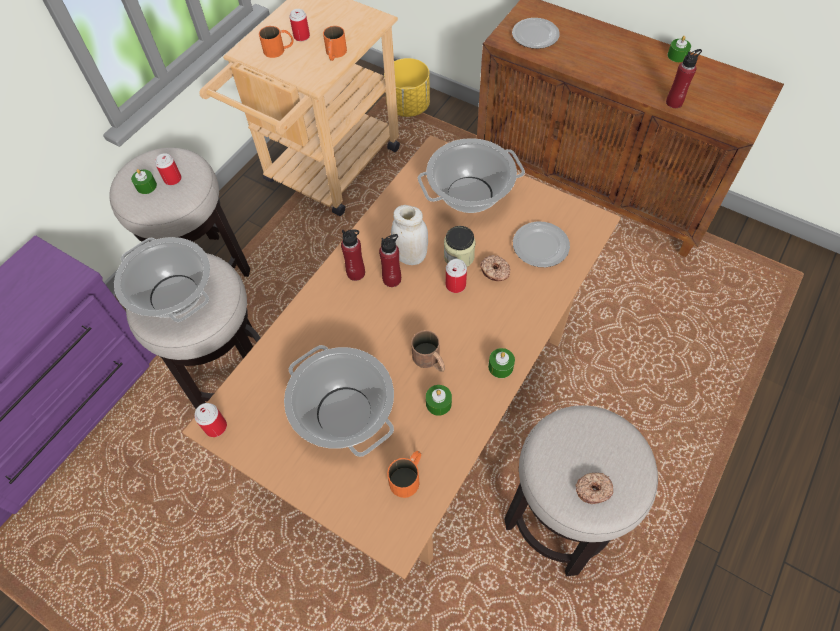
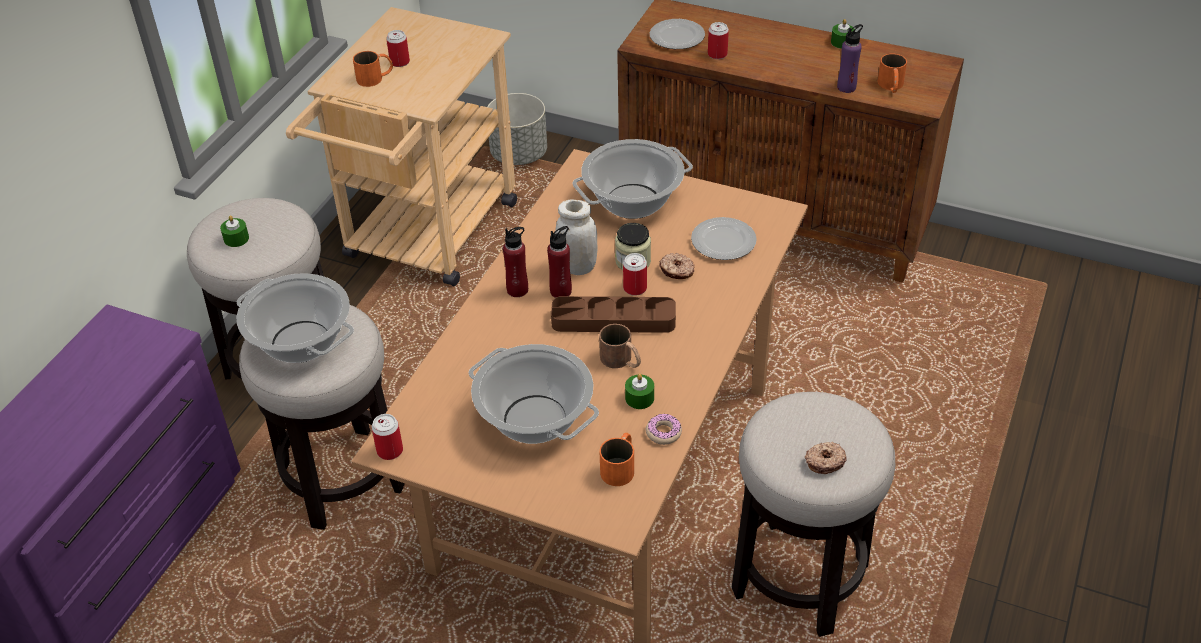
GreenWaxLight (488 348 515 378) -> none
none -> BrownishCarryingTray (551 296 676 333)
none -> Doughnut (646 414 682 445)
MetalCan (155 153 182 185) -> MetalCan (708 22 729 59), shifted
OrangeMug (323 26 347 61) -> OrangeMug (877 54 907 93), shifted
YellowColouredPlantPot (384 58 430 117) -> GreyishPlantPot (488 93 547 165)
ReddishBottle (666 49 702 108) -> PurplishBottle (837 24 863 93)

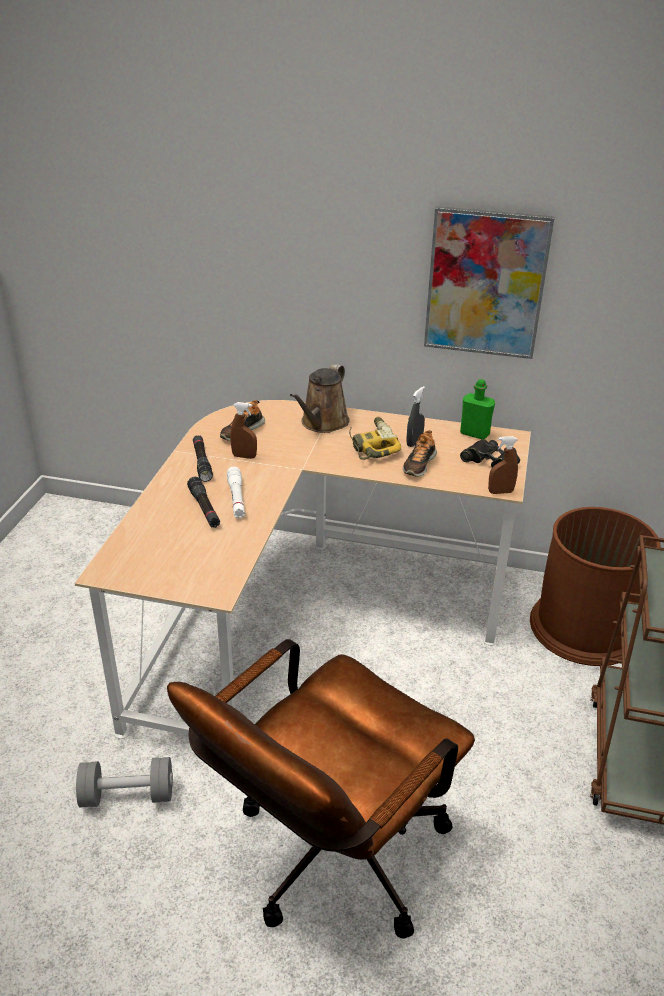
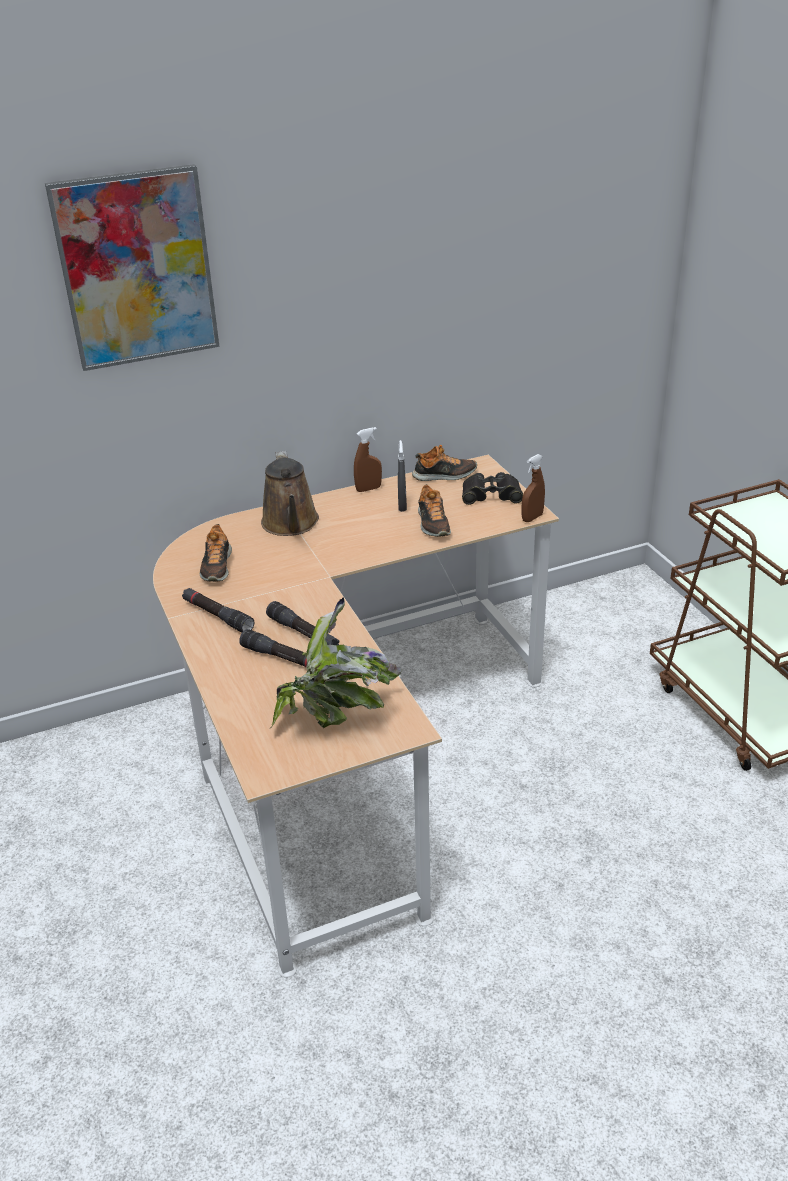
GreyishHandWeight (76 757 173 807) -> none
BrownishOfficeChair (167 639 475 938) -> none
PowerDrill (349 417 401 460) -> none
BrownishWasteBin (530 507 661 666) -> none
none -> PlantInAPot (269 597 401 729)
BrownishSprayBottle (230 402 257 459) -> BrownishSprayBottle (354 427 382 492), shifted
Picture (424 206 555 359) -> Picture (45 164 219 371), shifted
GreenBottle (460 379 495 440) -> LowShoe (412 445 477 481)
WhitishTorch (227 467 245 519) -> BlackColouredTorch (266 601 340 645)

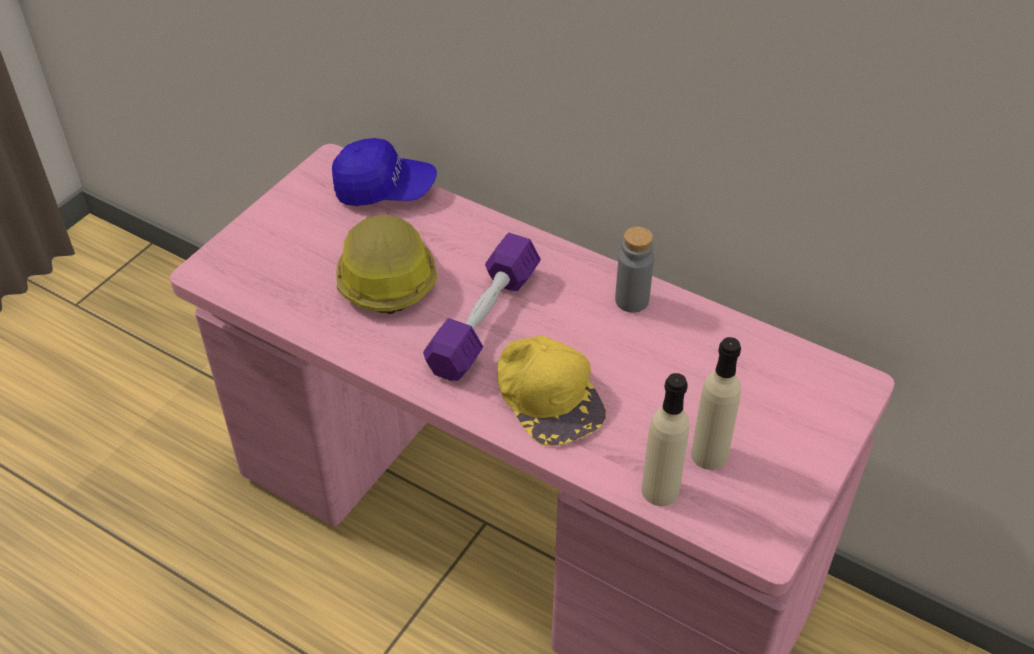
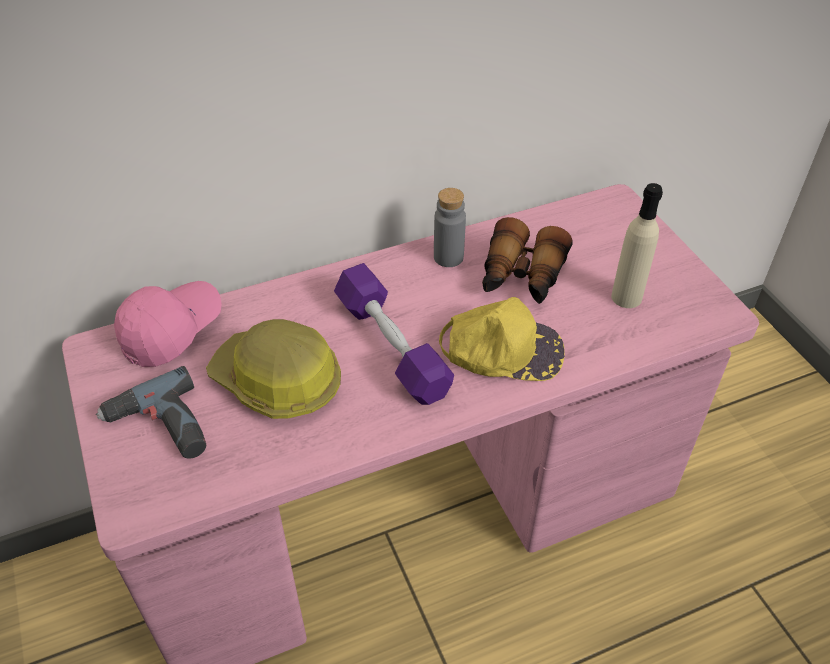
SandColouredBottle (642 373 689 506) -> none
none -> PowerDrill (96 366 206 458)
none -> Binoculars (482 217 573 304)
BlueCap (332 138 437 206) -> PinkCap (114 281 222 367)

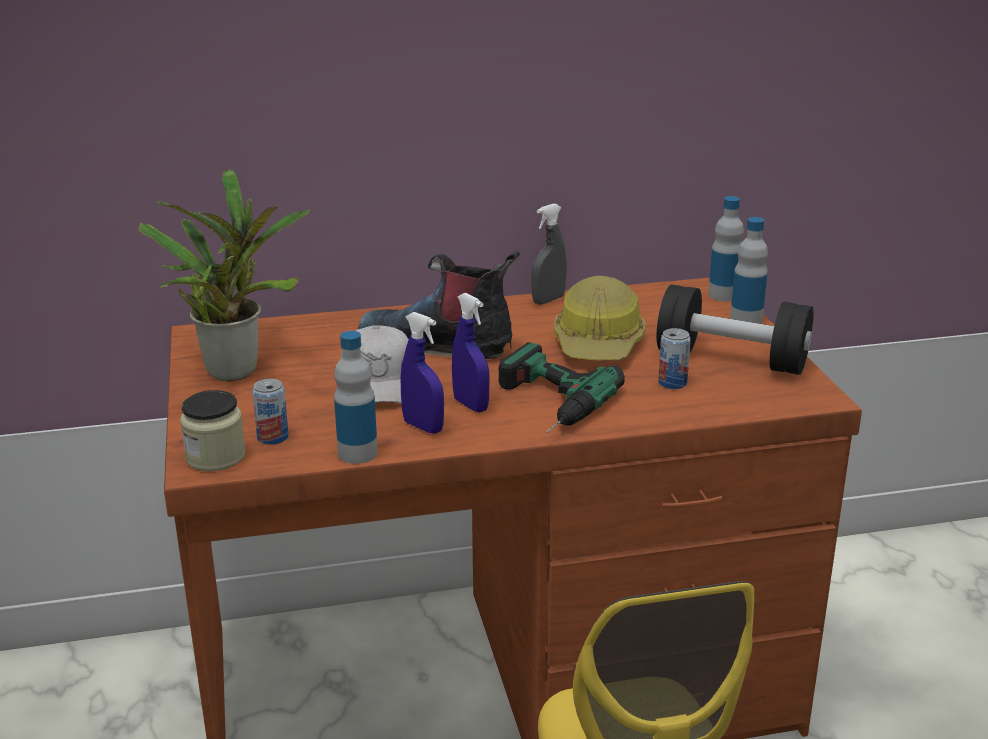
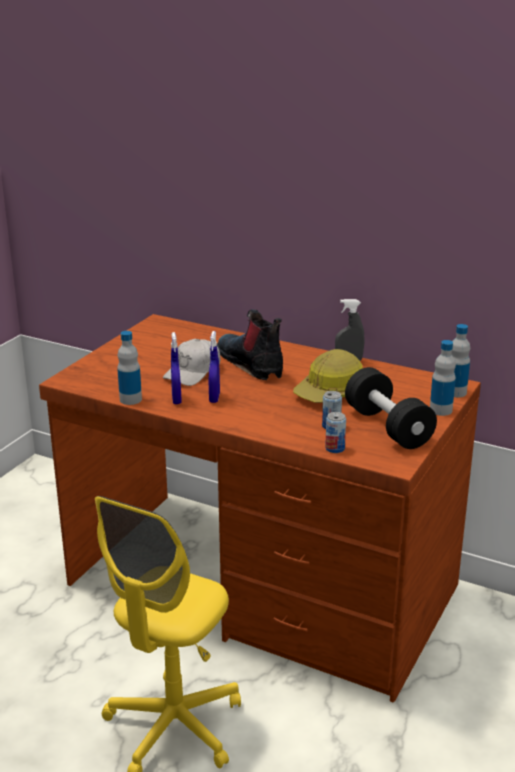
PlantInAPot (139 169 310 381) -> none
StorageJar (180 390 245 471) -> none
PowerDrill (499 342 625 433) -> none
MetalCan (252 379 289 445) -> MetalCan (325 412 346 453), shifted

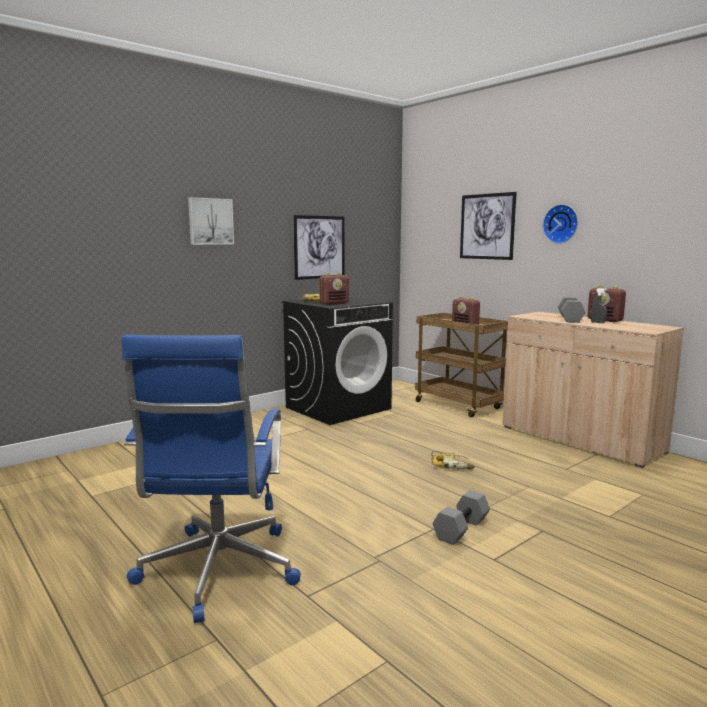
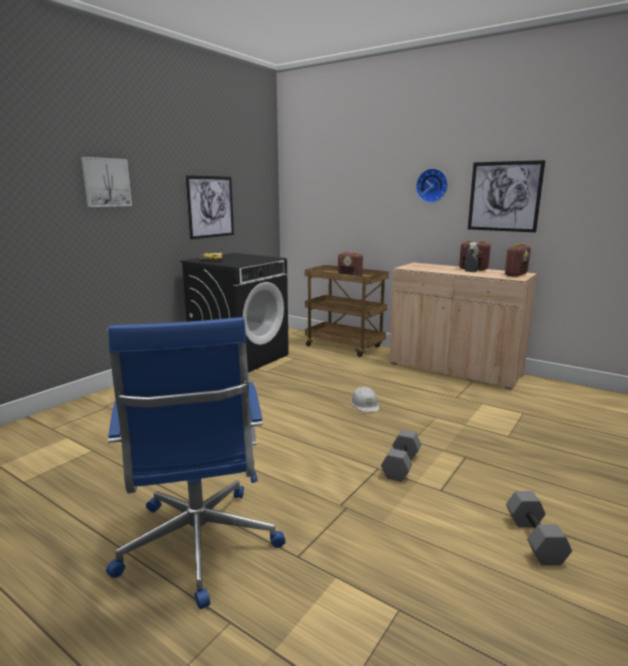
Radio (319 273 349 305) -> Radio (505 243 531 277), shifted
Picture (460 192 517 260) -> Picture (468 160 545 232), shifted
GreyishHandWeight (558 297 586 323) -> GreyishHandWeight (506 491 572 566), shifted
PowerDrill (431 451 475 470) -> WhitishSafetyHelmet (350 386 379 412)

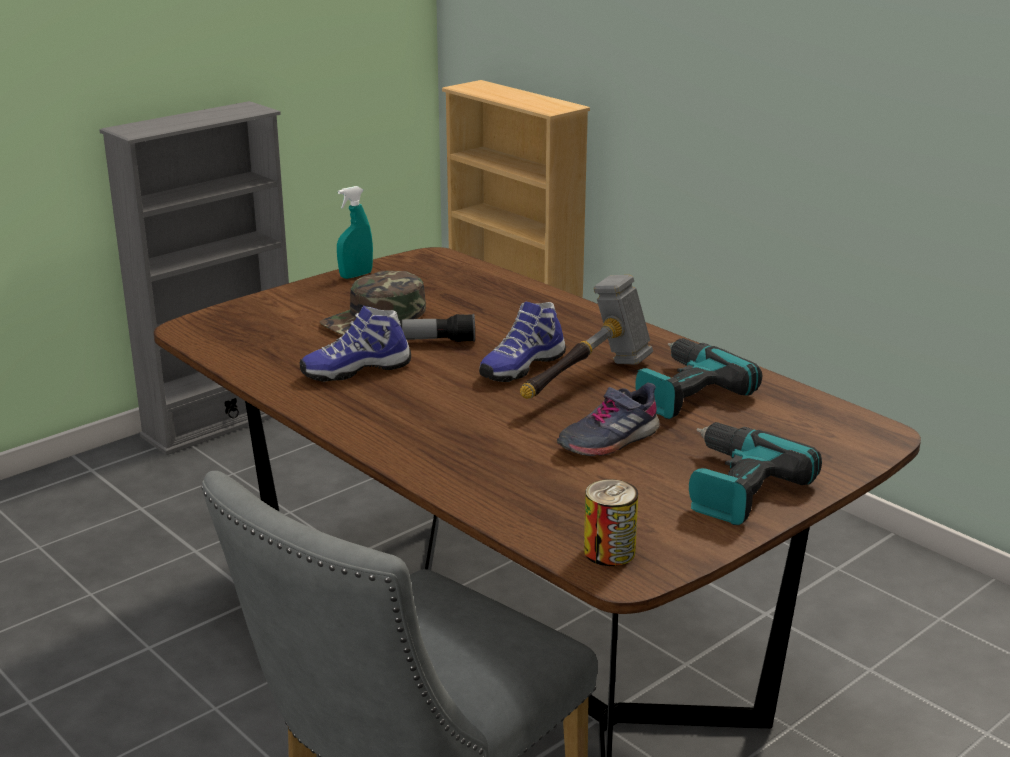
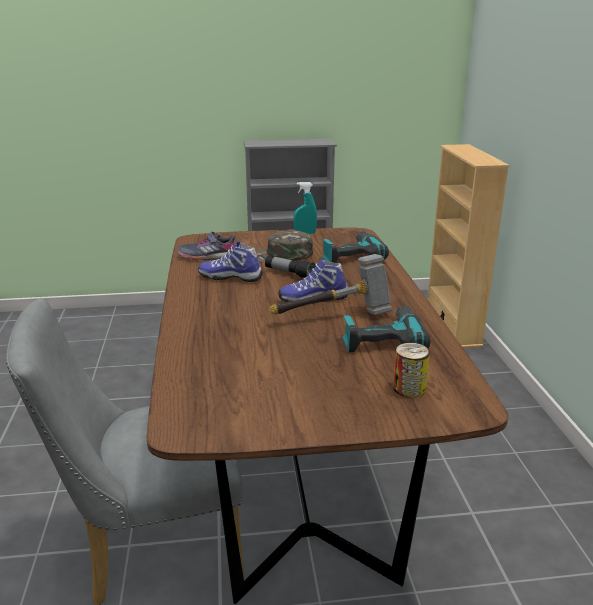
GreyishLowShoe (557 382 660 456) -> GreyishLowShoe (177 232 235 260), shifted
MetalCan (584 479 638 566) -> MetalCan (393 343 430 398), shifted
PowerDrill (689 422 822 525) -> PowerDrill (322 231 389 263), shifted

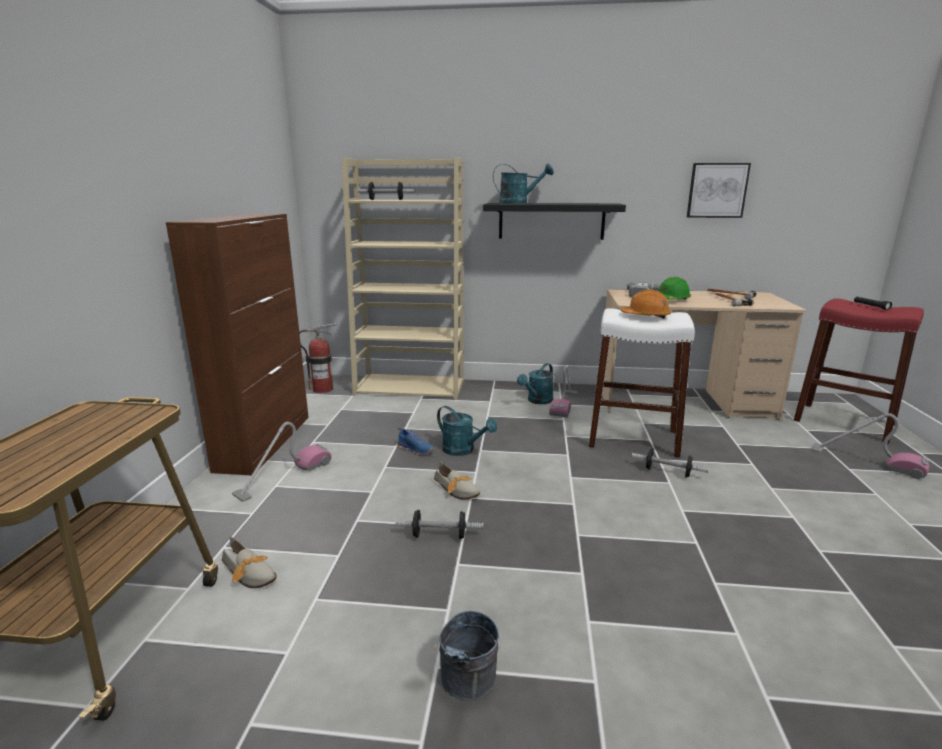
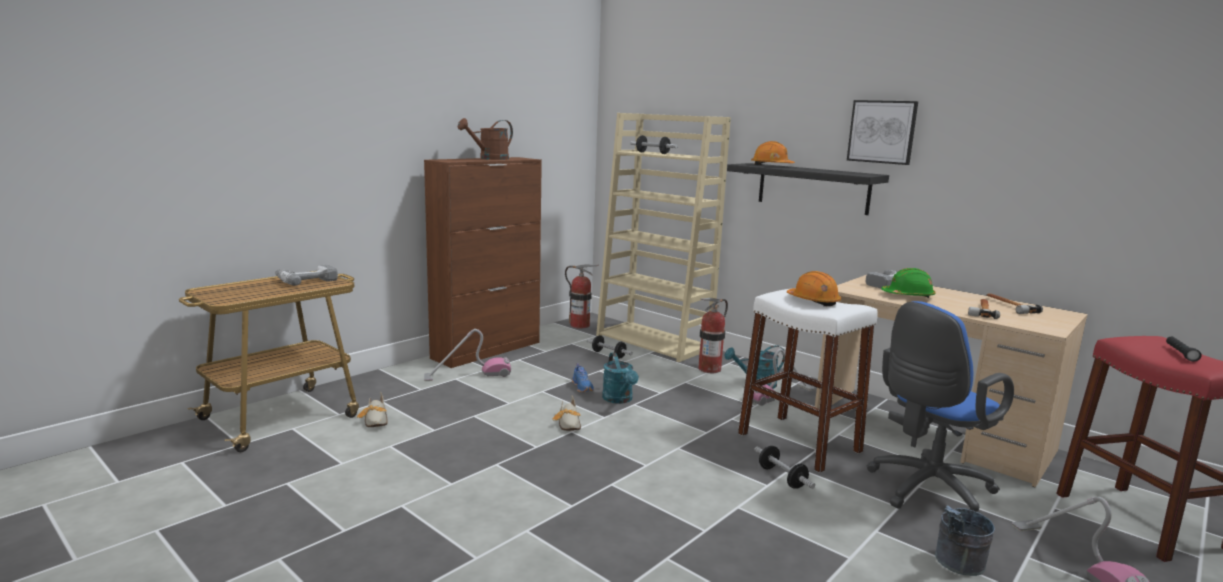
none -> PowerDrill (275 264 338 286)
none -> BrownishWateringPot (458 118 513 160)
none -> FireFightingCylinder (698 298 728 373)
none -> BlueOfficeChair (866 301 1014 515)
HandWeight (395 510 483 539) -> HandWeight (587 335 633 359), shifted
GreyishWaterBucket (439 611 499 701) -> GreyishWaterBucket (935 505 995 576), shifted
Picture (687 163 751 218) -> Picture (847 100 918 165), shifted
BlueGreenWateringPot (493 164 553 204) -> OrangeSafetyHelmet (751 141 795 165)

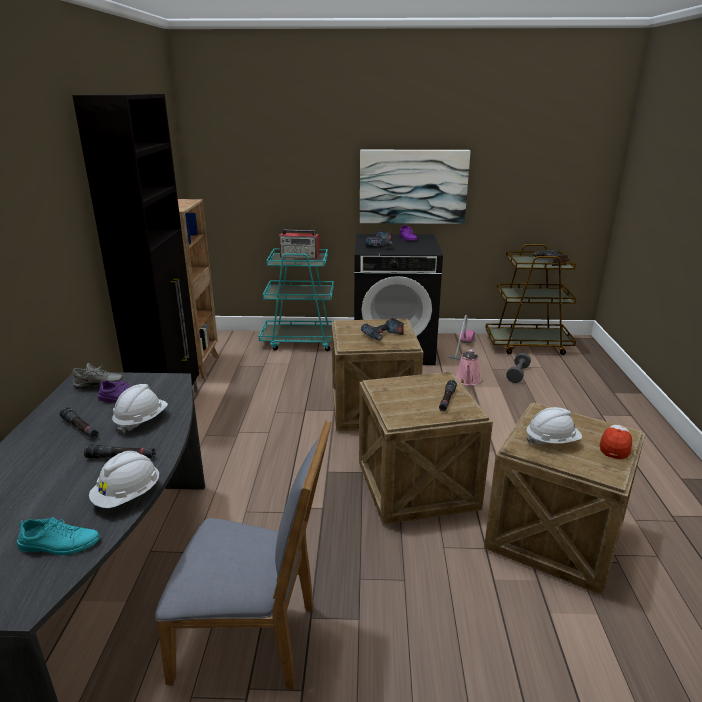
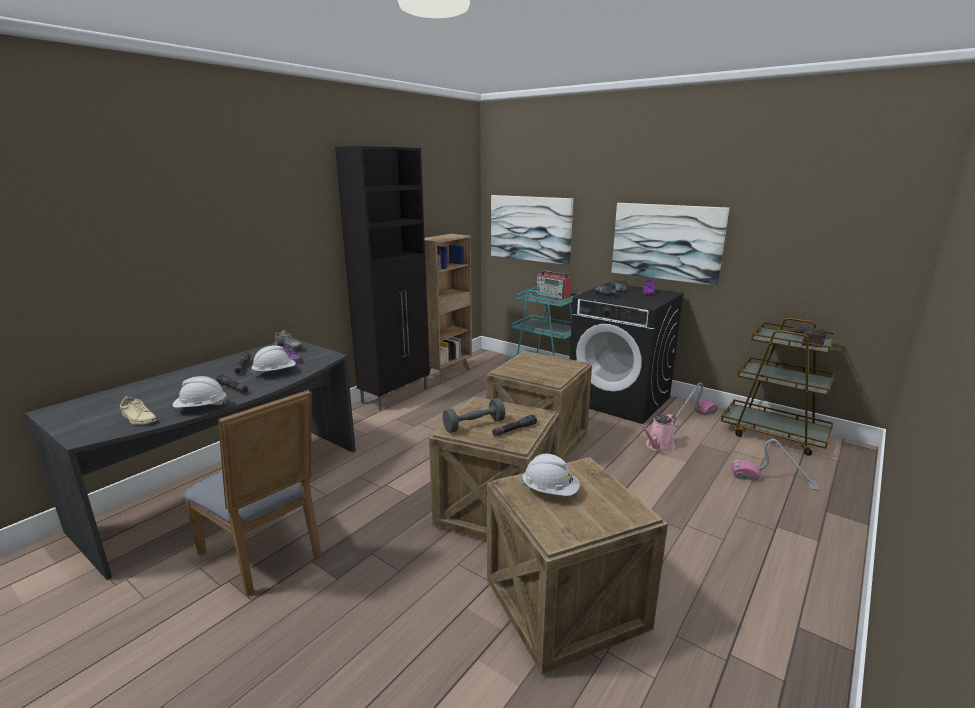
PowerDrill (361 318 404 341) -> none
Cap (600 425 632 459) -> none
none -> Picture (491 195 573 265)
none -> Hoover (731 439 819 491)
GreyishHandWeight (506 353 531 383) -> GreyishHandWeight (443 398 505 433), shifted
BlueGreenLowShoe (17 517 100 556) -> SandColouredLowShoe (120 396 157 425)

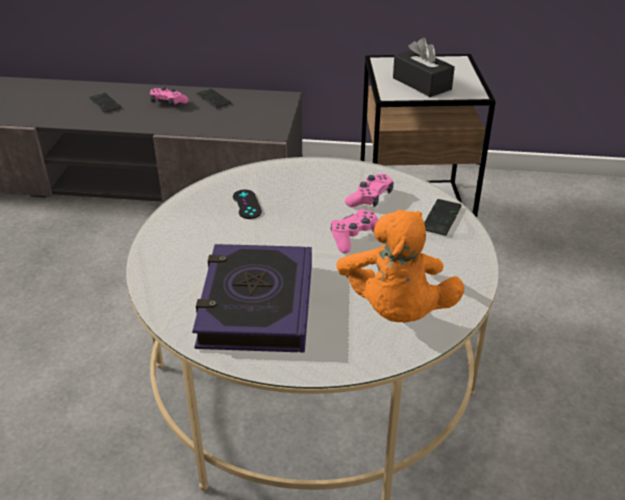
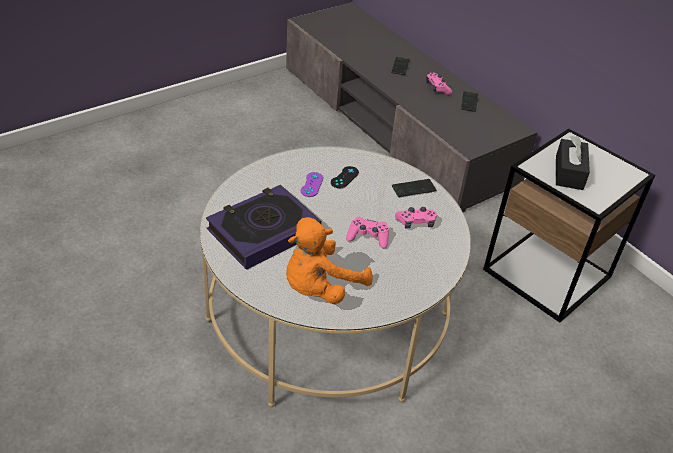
none -> PurplishJoypad (301 172 323 197)
Telephone (424 199 462 236) -> Telephone (392 179 436 197), shifted

